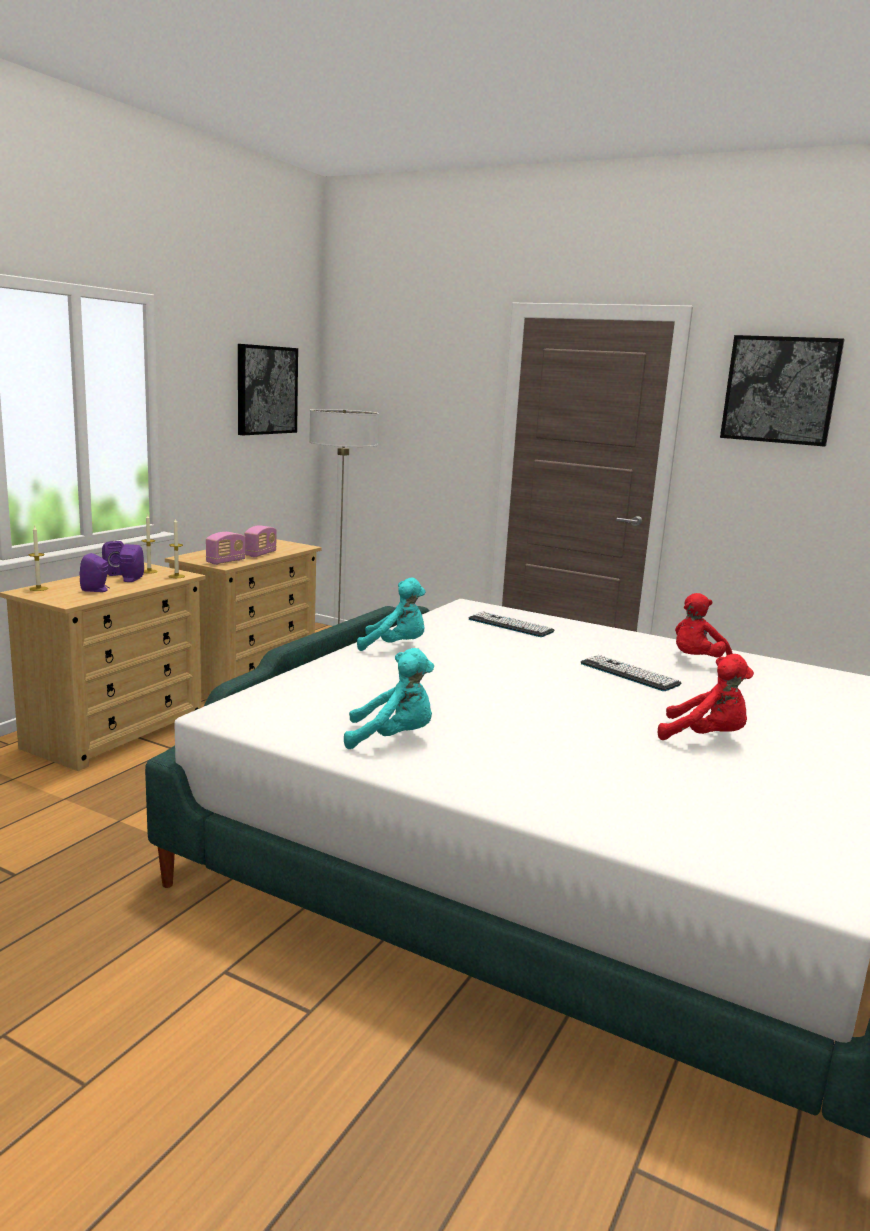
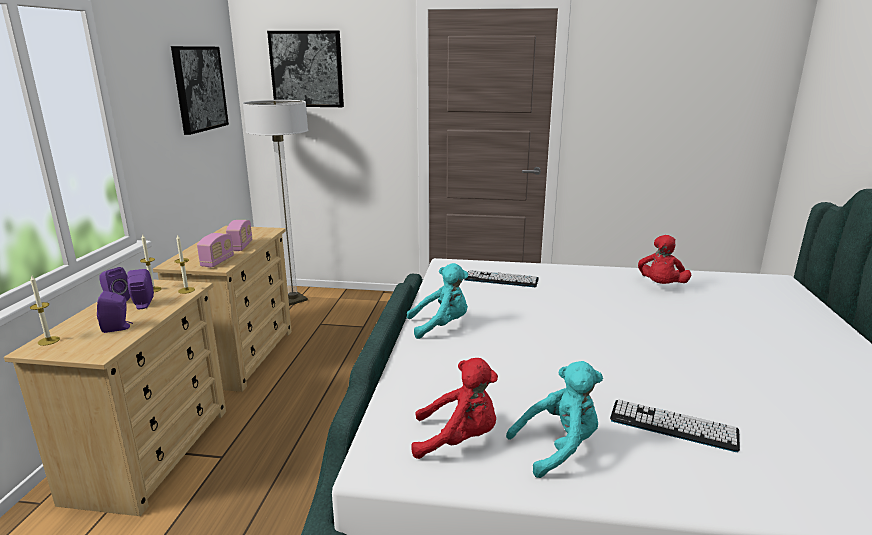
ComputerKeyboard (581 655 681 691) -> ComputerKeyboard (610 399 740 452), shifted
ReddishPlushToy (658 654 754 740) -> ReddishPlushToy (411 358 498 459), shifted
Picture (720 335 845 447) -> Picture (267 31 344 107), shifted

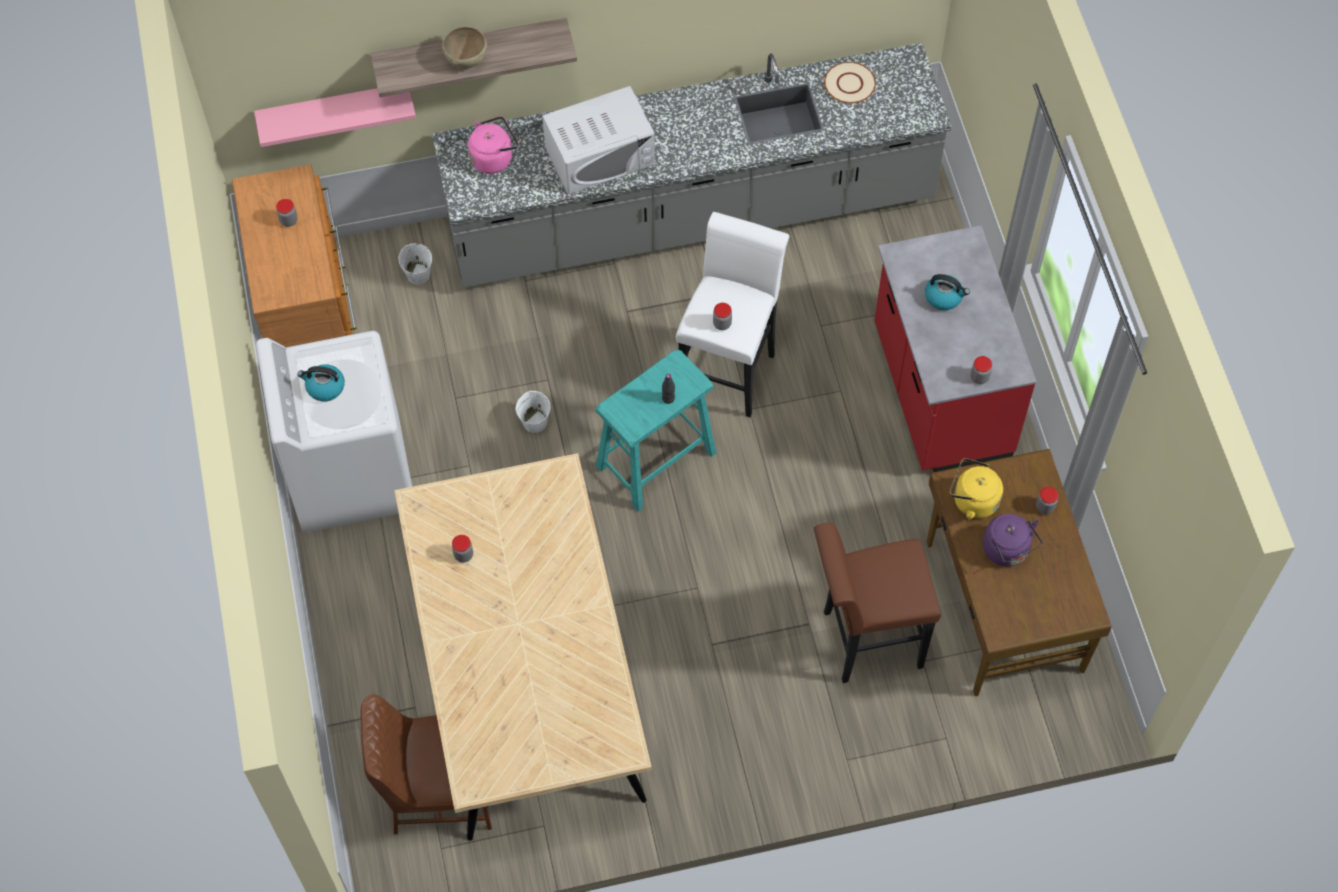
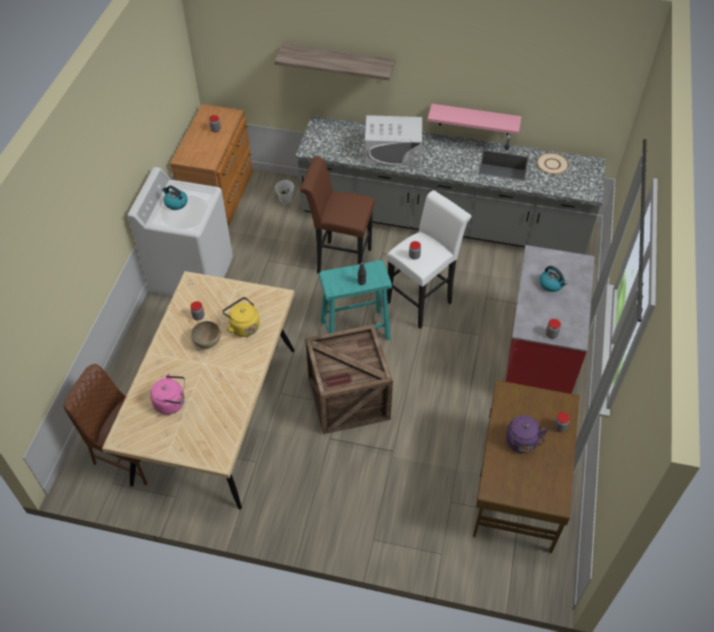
WhitishWaterBucket (516 391 551 433) -> none
none -> Crate (305 324 393 434)
PinkBracketShelf (254 88 416 147) -> PinkBracketShelf (427 104 522 135), shifted
BrownishBowl (442 27 487 69) -> BrownishBowl (191 321 221 348), shifted
PinkTeaKettle (468 116 519 174) -> PinkTeaKettle (150 373 185 415), shifted
BrownishStoolSeat (814 523 941 683) -> BrownishStoolSeat (300 156 375 273), shifted
YellowColouredTeaKettle (950 458 1003 519) -> YellowColouredTeaKettle (222 297 260 337), shifted

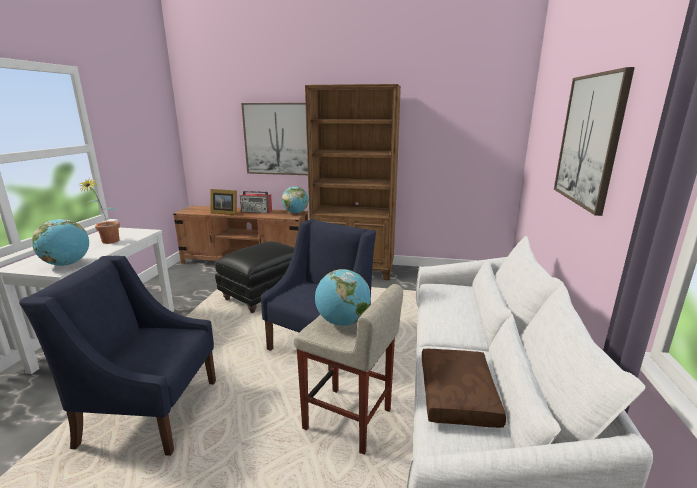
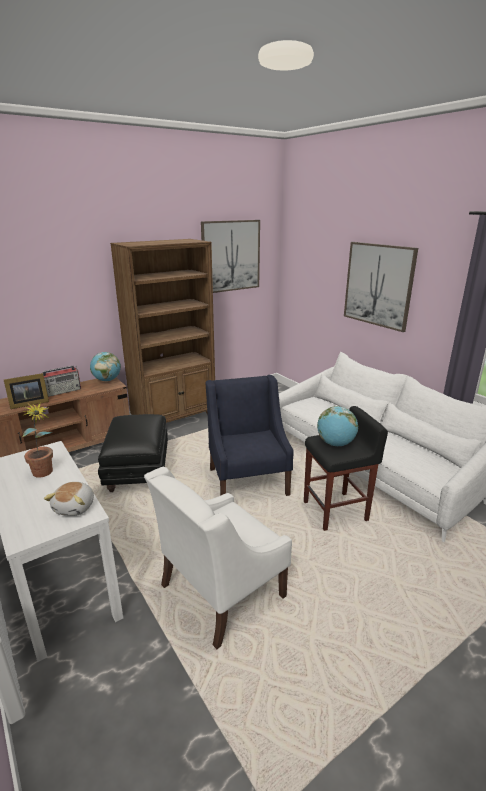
BrownishPillow (422 349 506 428) -> none
Picture (241 103 308 175) -> Picture (201 220 260 293), shifted
DeskGlobe (32 219 89 266) -> PlushToy (44 482 94 516)
BlueEasyChair (19 256 216 456) -> WhitishEasyChair (144 466 292 649)
SandColouredStoolSeat (294 284 403 455) -> BlackColouredStoolSeat (304 406 388 531)

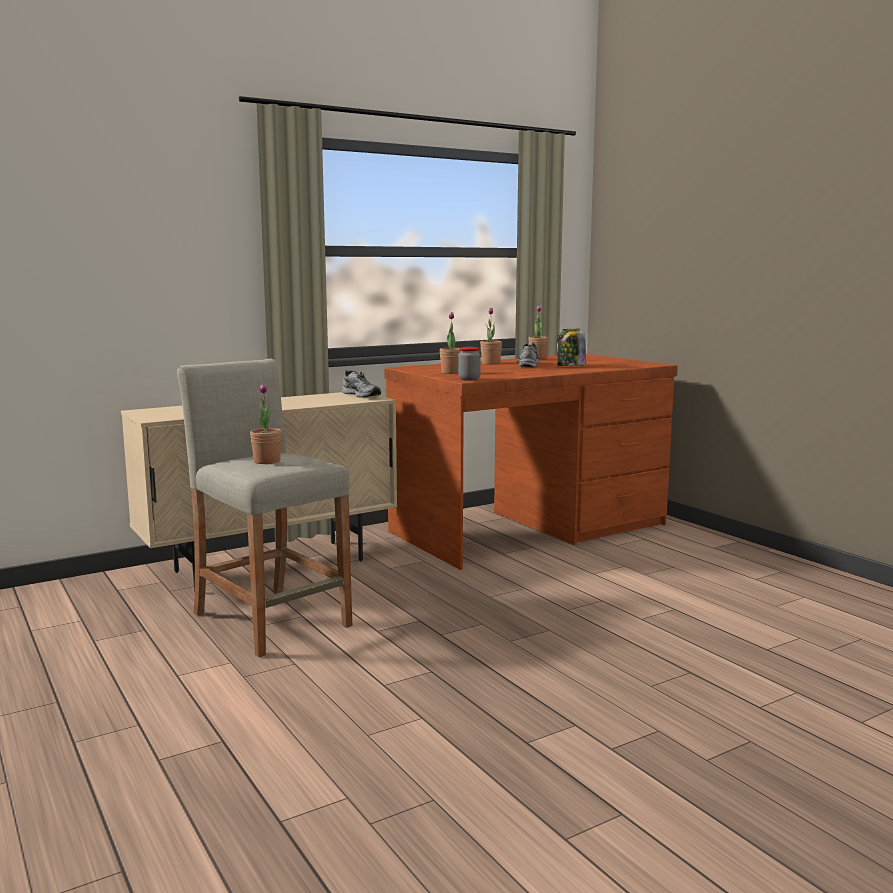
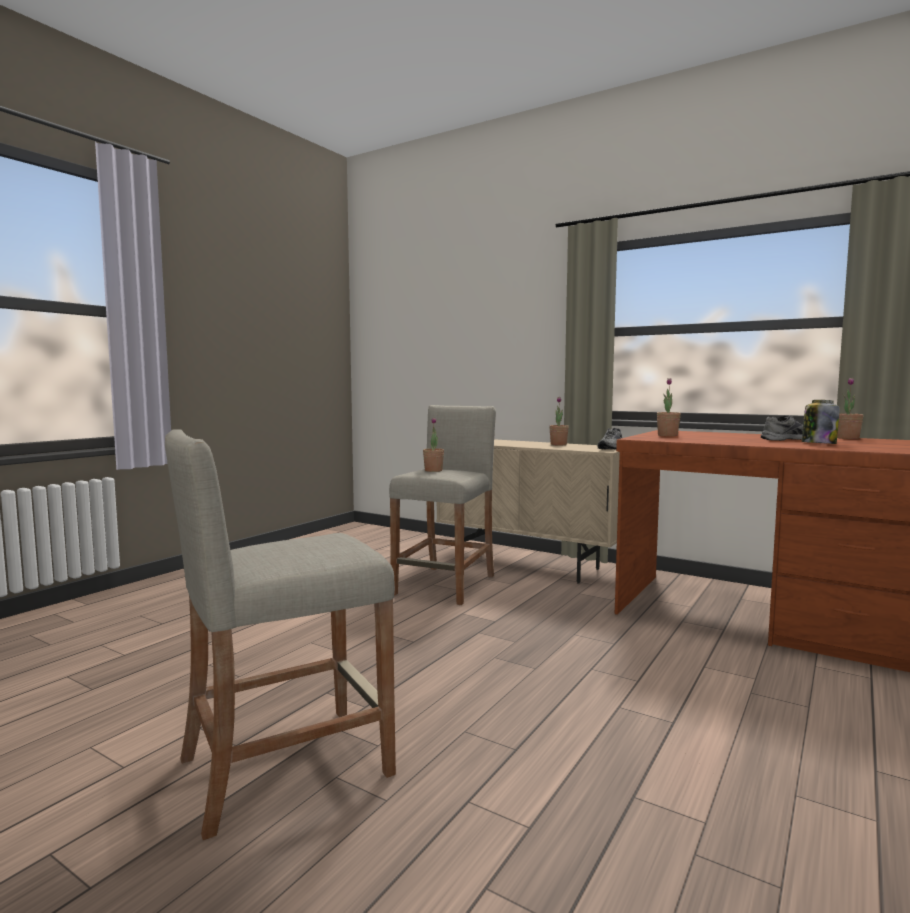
StorageJar (458 347 481 381) -> none
none -> SandColouredStoolSeat (165 429 396 840)
PlantInAPot (480 308 502 364) -> PlantInAPot (550 397 569 445), shifted

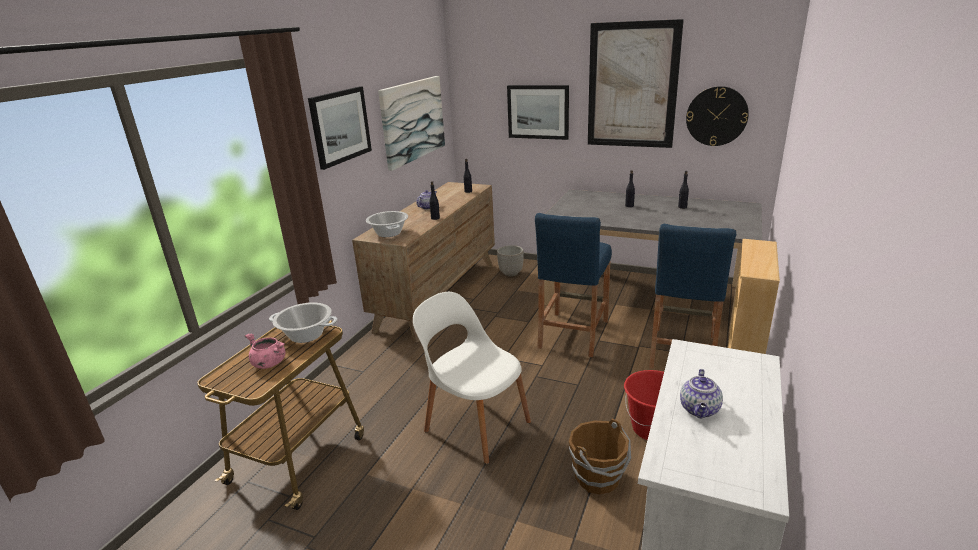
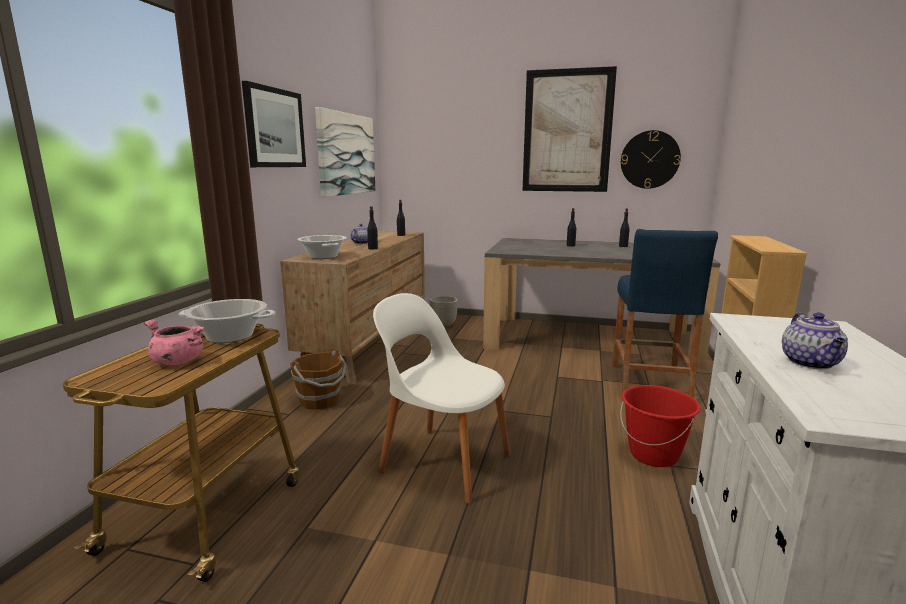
Picture (507 85 569 140) -> none
BlueStoolSeat (535 213 612 357) -> none
BrownishWaterBucket (569 419 631 495) -> BrownishWaterBucket (290 348 347 410), shifted

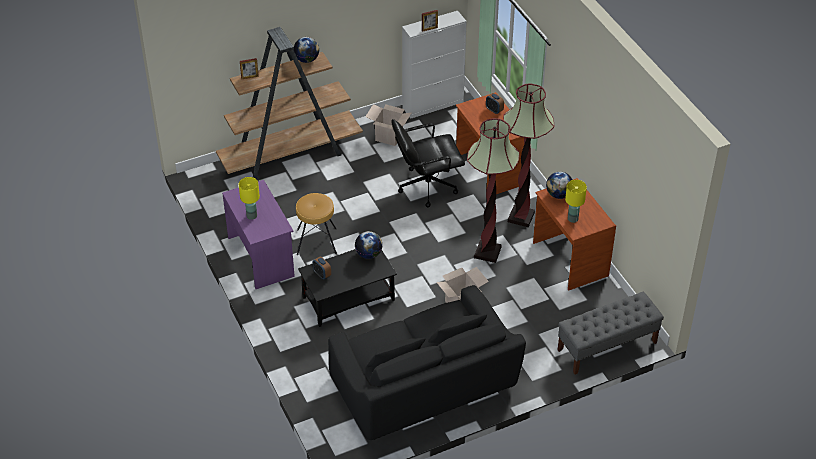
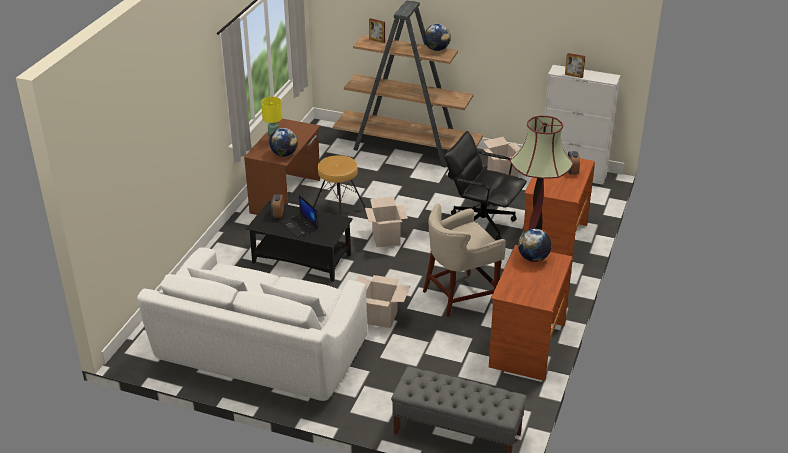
YellowColouredTabletopLamp (565 180 587 223) -> none
none -> Laptop (280 195 318 237)
none -> CardboardBox (365 197 408 247)
DeskGlobe (355 231 382 259) -> DeskGlobe (269 128 298 157), shifted
StandardLamp (467 118 520 263) -> SandColouredStoolSeat (423 203 506 317)
PurplishDeskUnit (222 180 295 289) -> BrownishDeskUnit (244 119 320 215)
BlackColouredSofa (328 285 526 440) -> WhitishSofa (137 247 367 401)

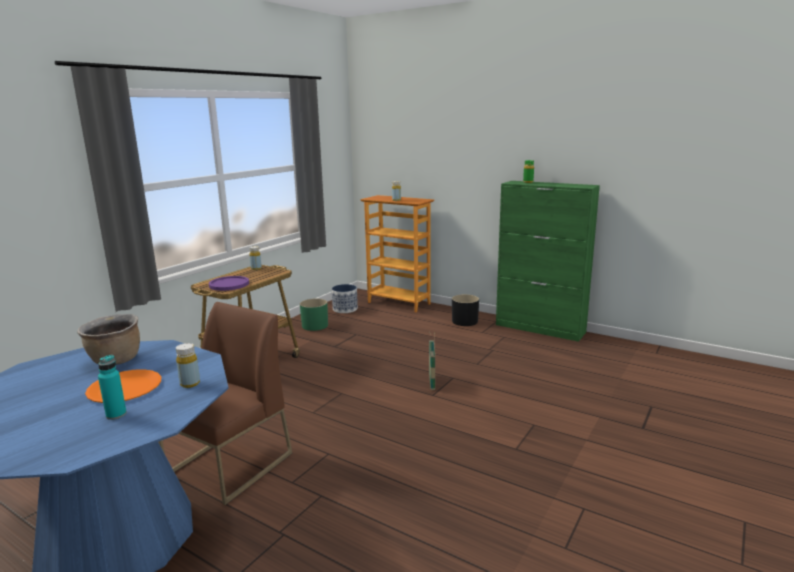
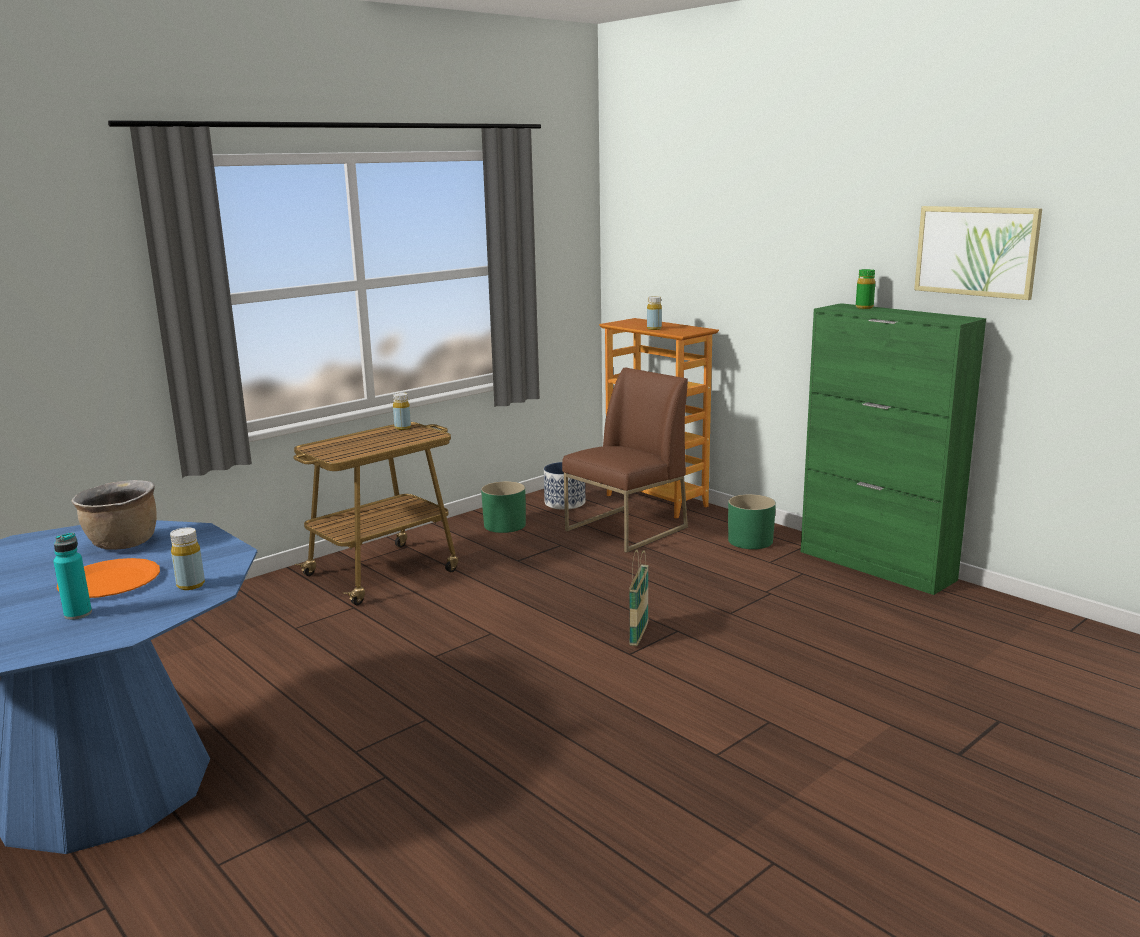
PurplishPlate (209 276 249 291) -> none
none -> Picture (914 206 1042 300)
BrownishChair (159 302 292 505) -> BrownishChair (562 367 688 553), shifted
BlackColouredPlantPot (452 294 479 326) -> GreenPlantPot (728 494 776 549)

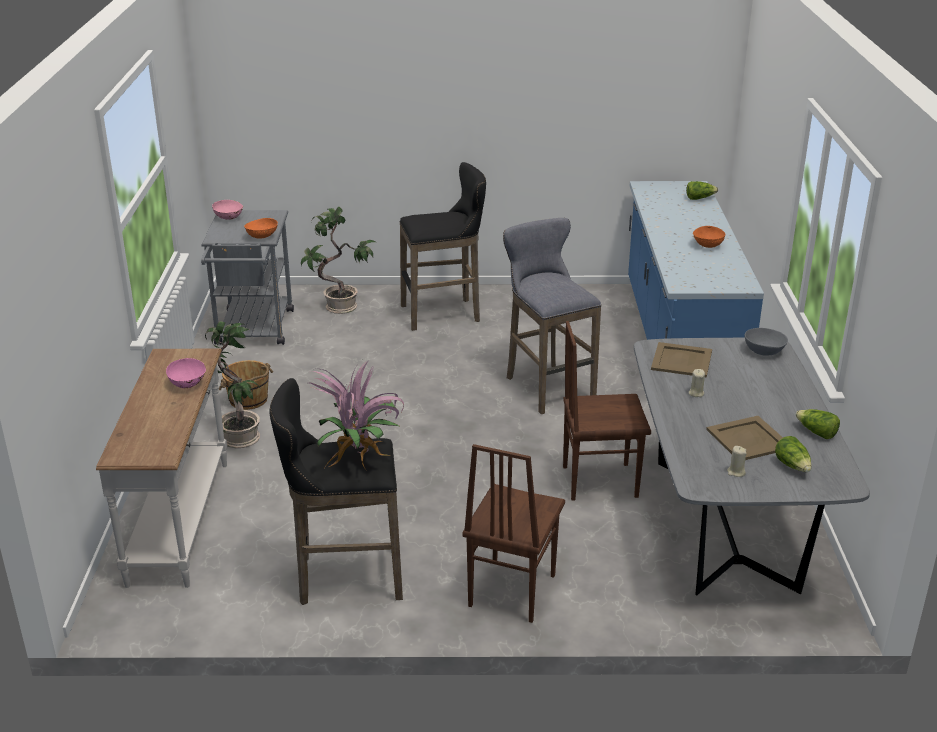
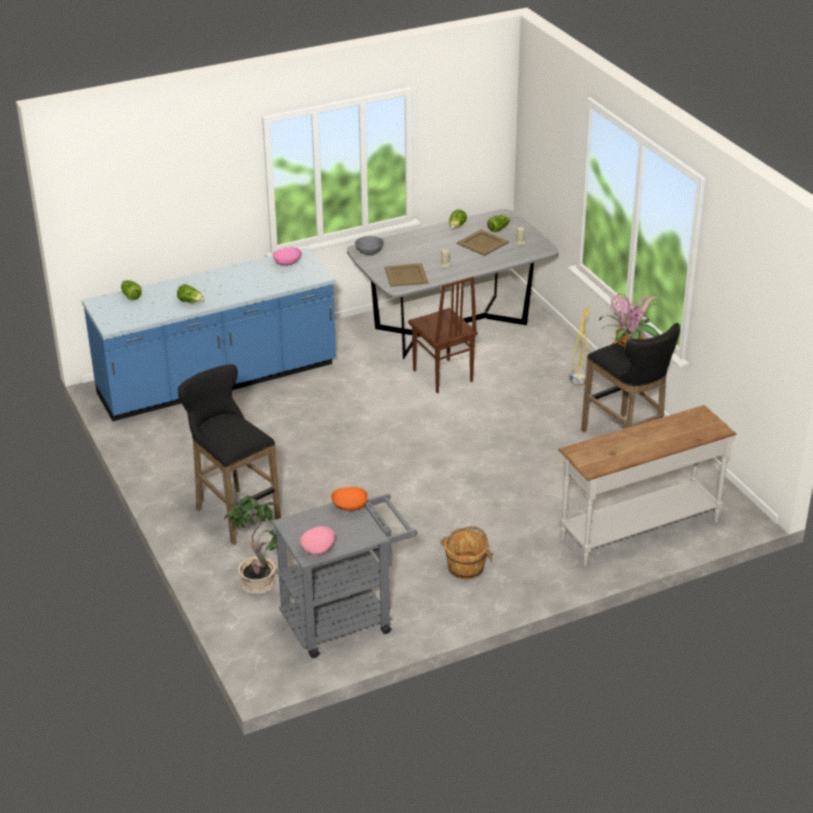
PlantInAPot (205 321 260 448) -> none
GreyishStoolSeat (503 218 601 414) -> none
OrangeBowl (693 226 725 248) -> none
none -> LettuceHead (177 284 204 303)
PinkBowl (166 358 206 388) -> PinkBowl (272 247 301 266), shifted
BrownishChair (462 444 565 623) -> YellowColouredPlantPot (569 306 590 386)

